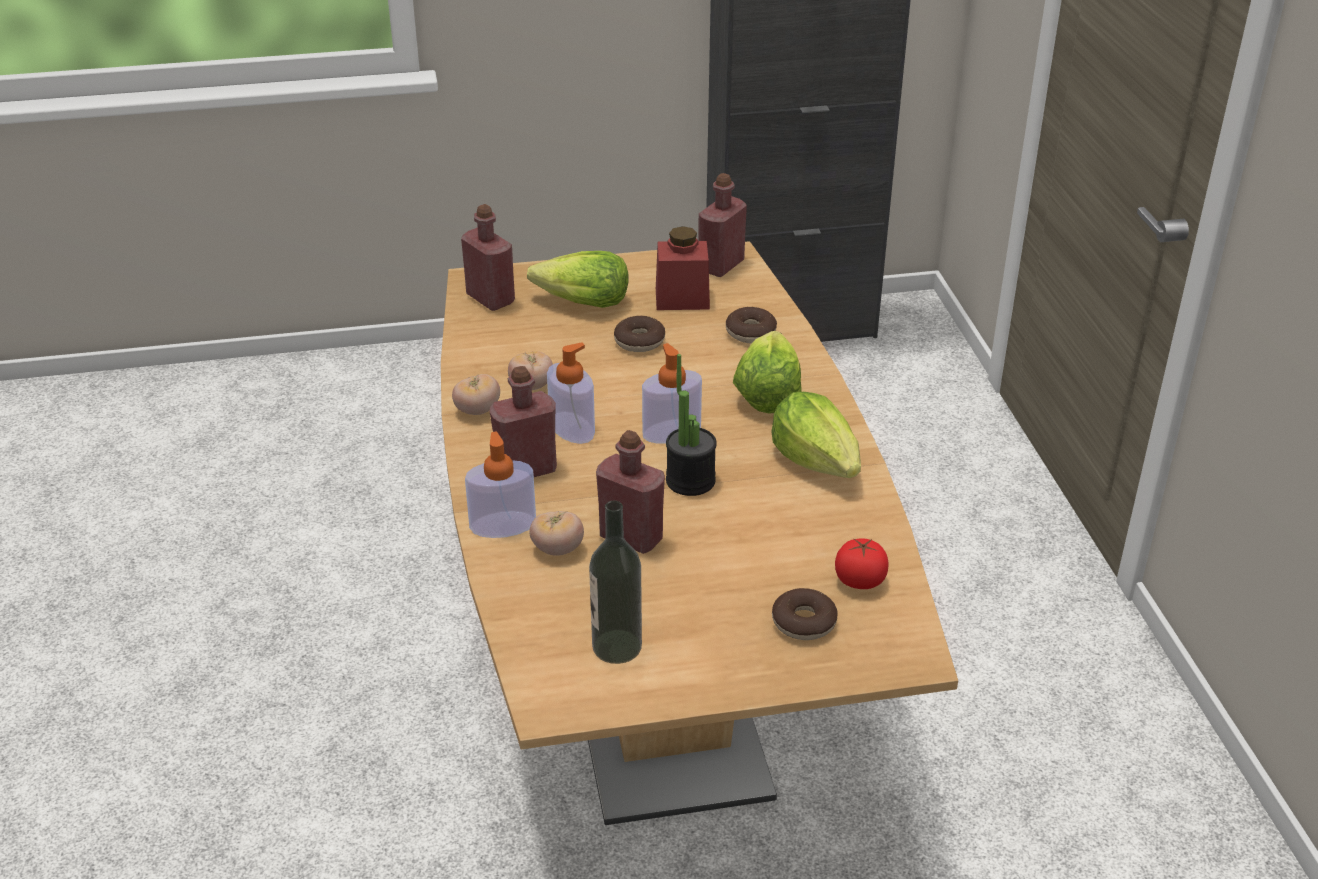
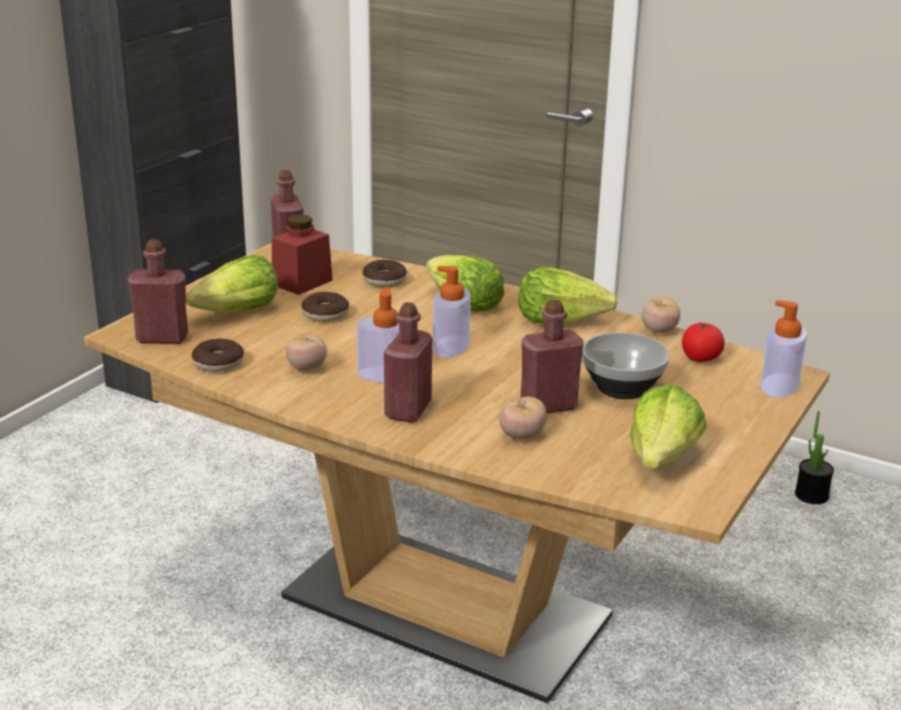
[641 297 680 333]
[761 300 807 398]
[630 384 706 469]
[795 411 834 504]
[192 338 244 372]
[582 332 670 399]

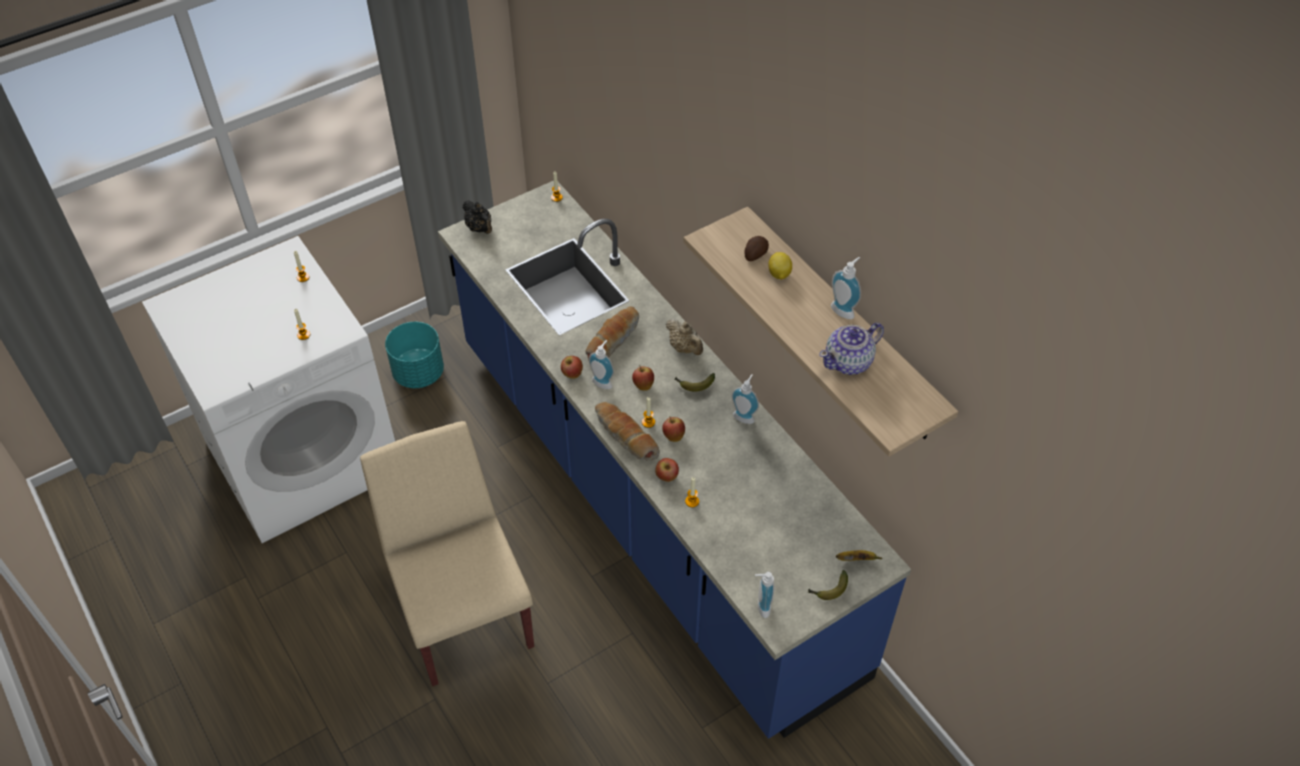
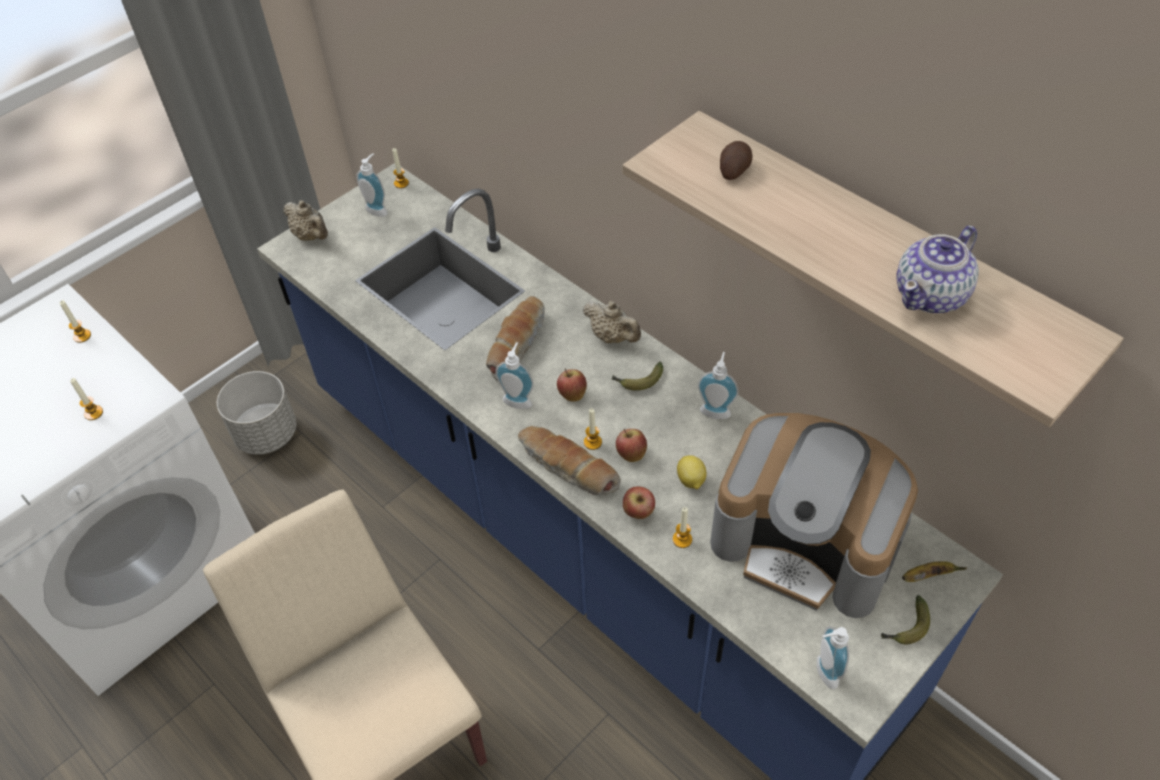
[217 371 296 455]
[283 200 328 241]
[561 356 583 379] (first image)
[677 455 706 489]
[357 153 388 217]
[710 413 918 618]

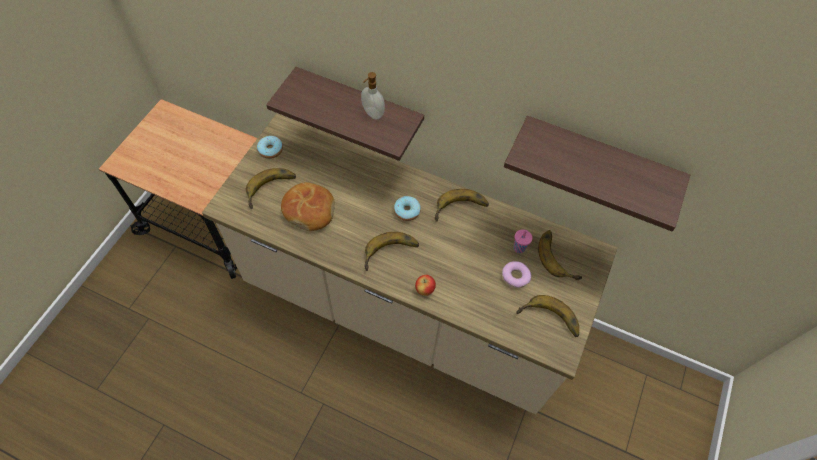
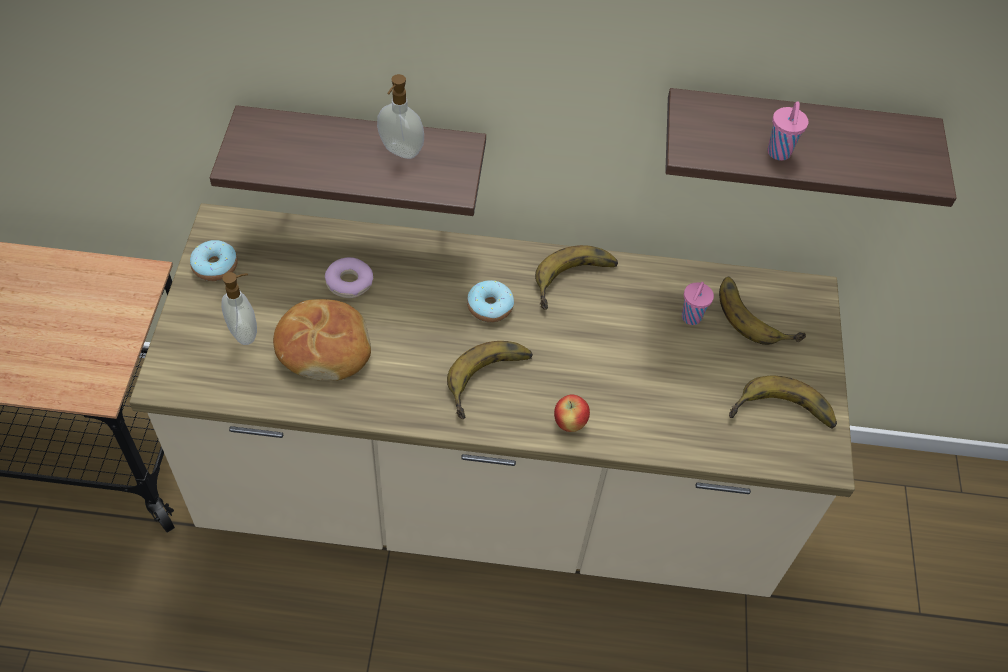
[221 272 257 345]
[325 257 373 298]
[767 101 809 160]

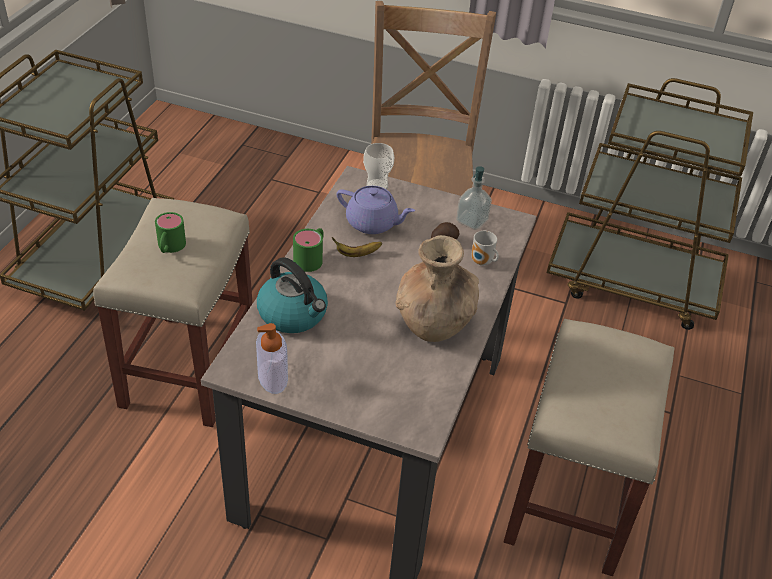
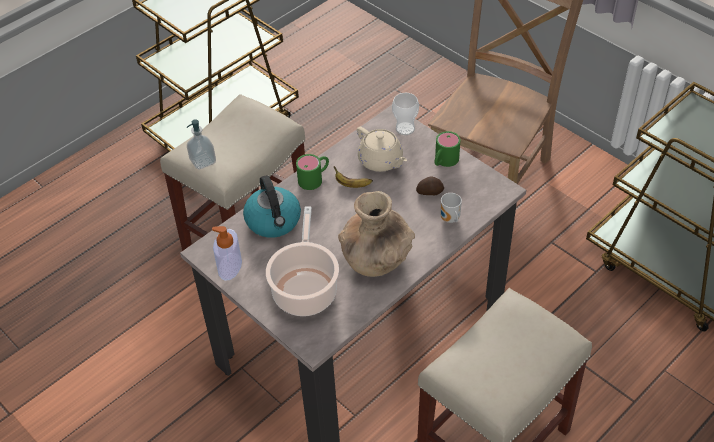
[434 131 460 167]
[357 127 407 172]
[187 119 216 170]
[266 207 339 316]

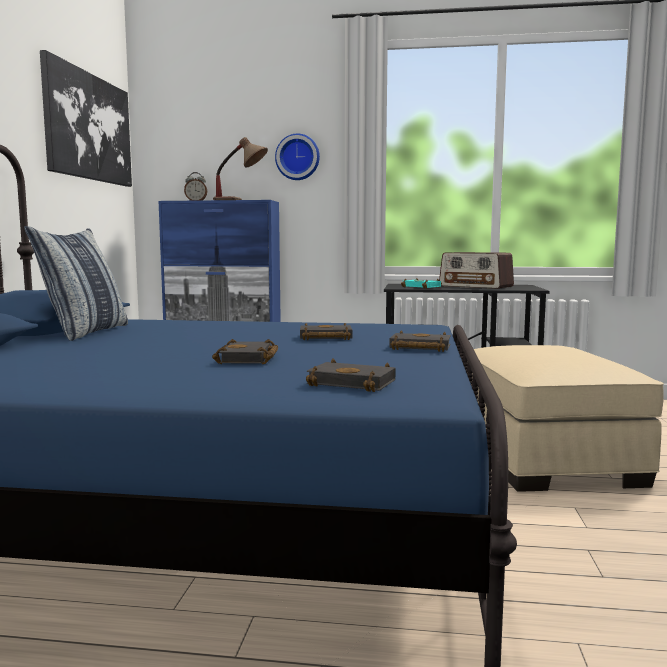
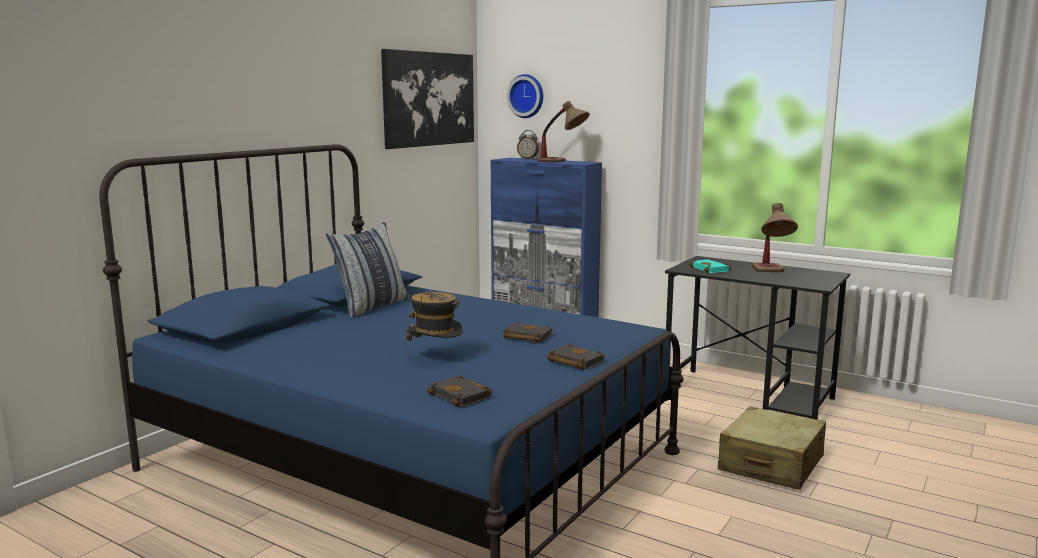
[405 292 463 358]
[507 74 543 118]
[752 203 798 272]
[718 406 826 490]

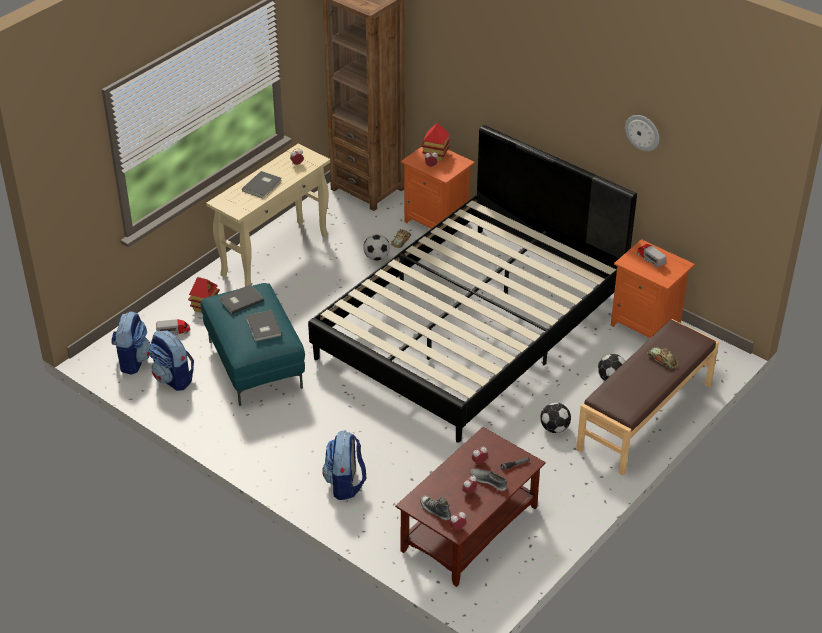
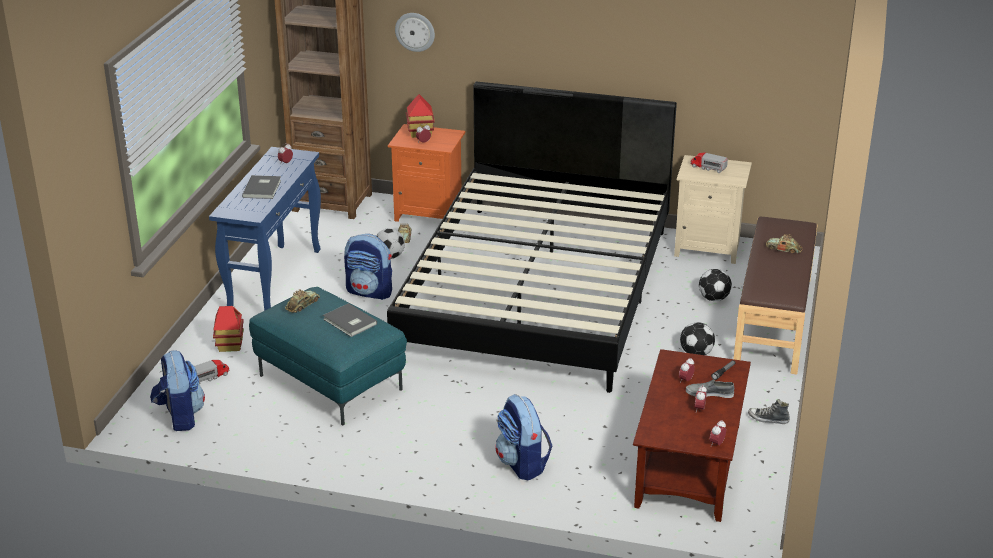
[344 234 392 300]
[209 147 321 311]
[285 289 320 313]
[748 399 790 424]
[674 155 752 264]
[395 13 435 52]

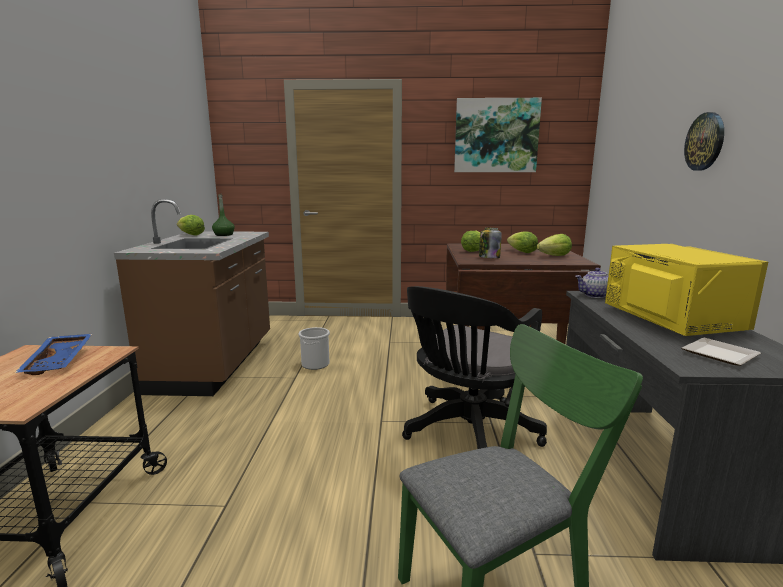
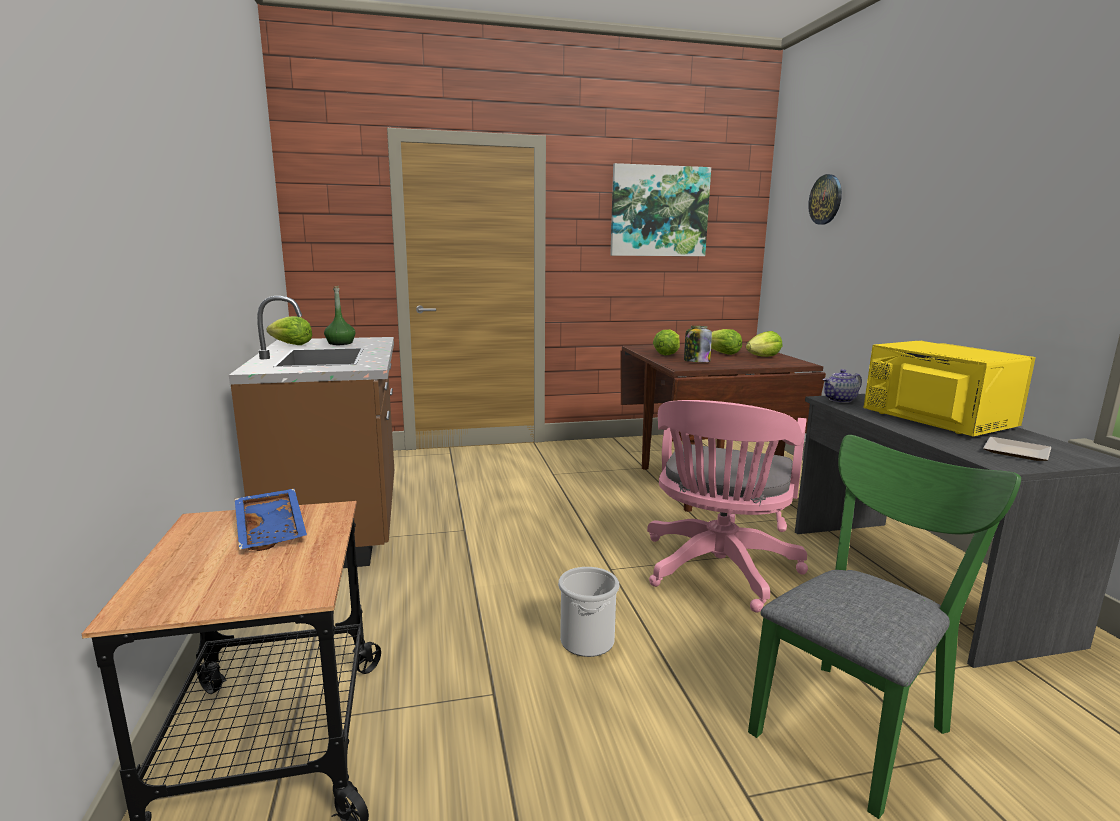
[558 567 619 657]
[647 400 808 613]
[808 174 842 225]

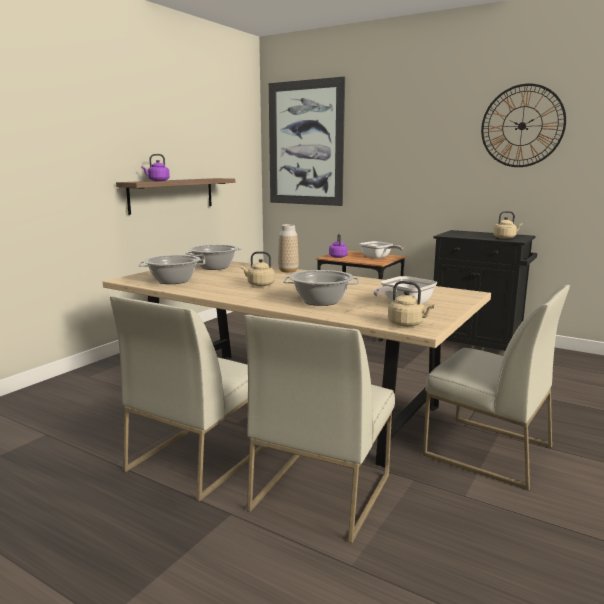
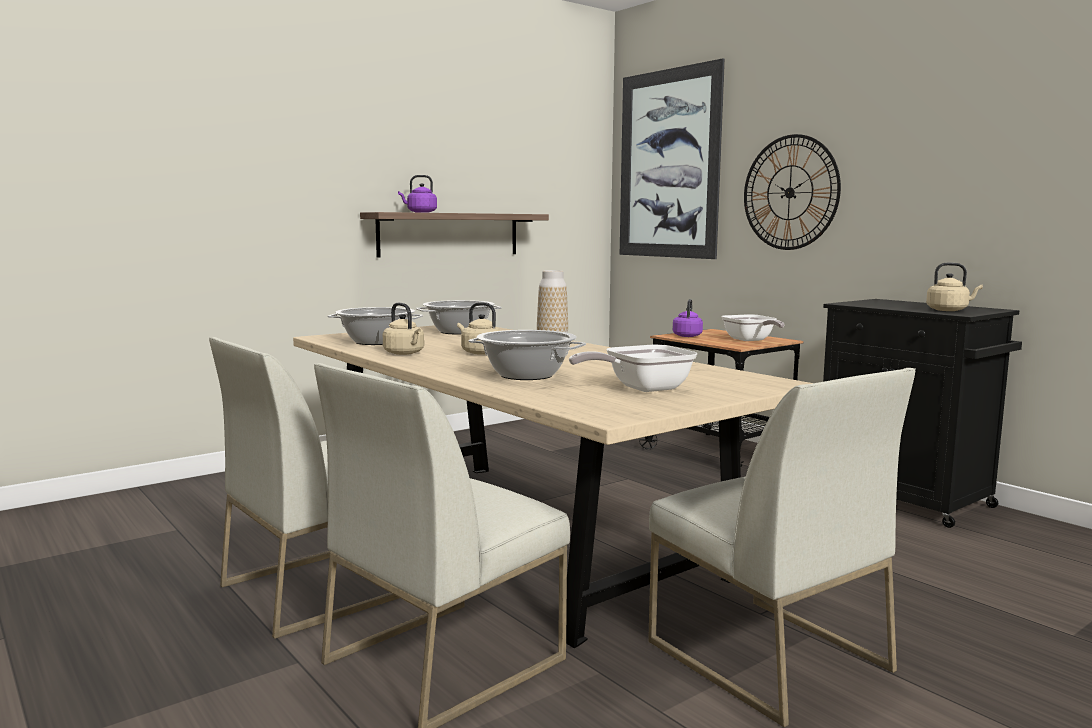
[383 303 424 355]
[744 134 841 250]

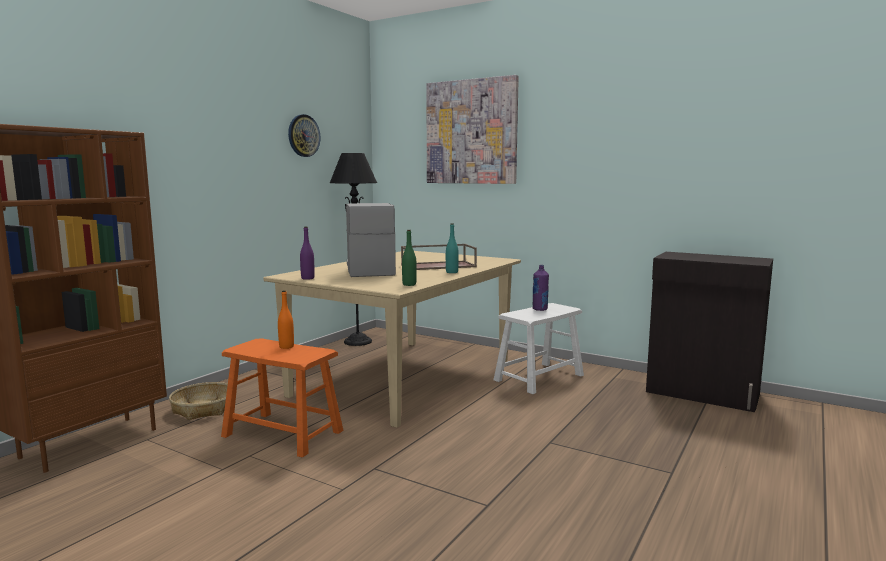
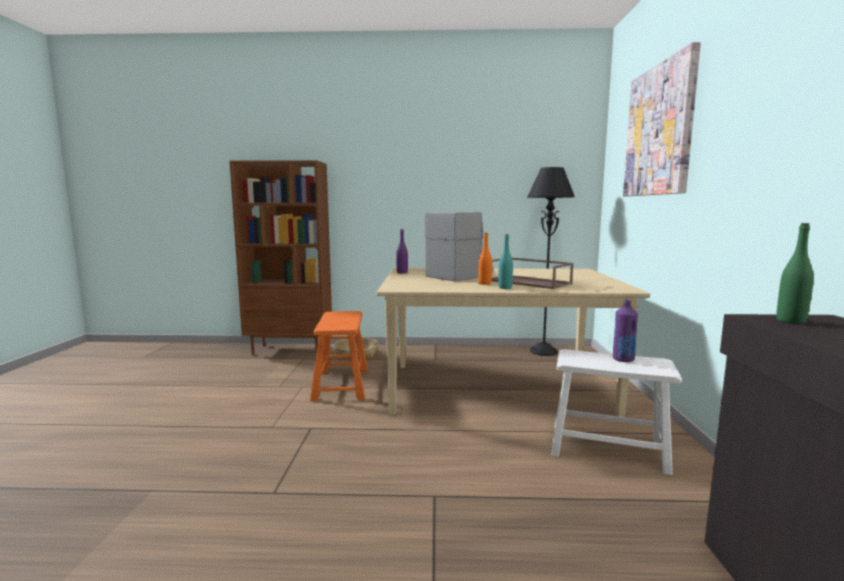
[478 233 492 285]
[288 114 320 157] (first image)
[777 223 814 324]

